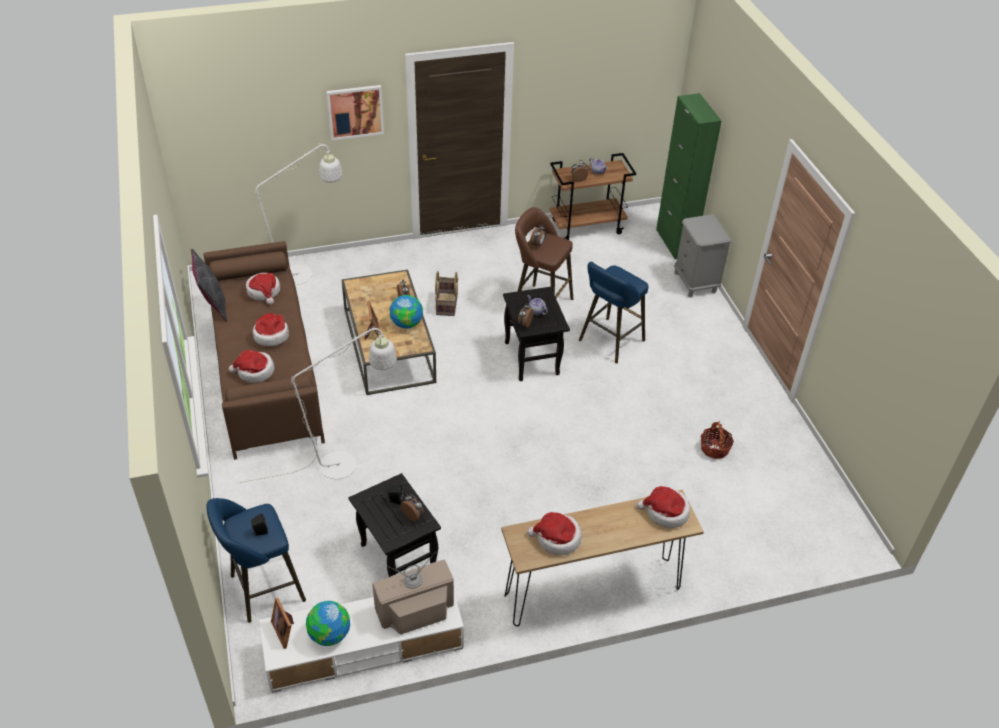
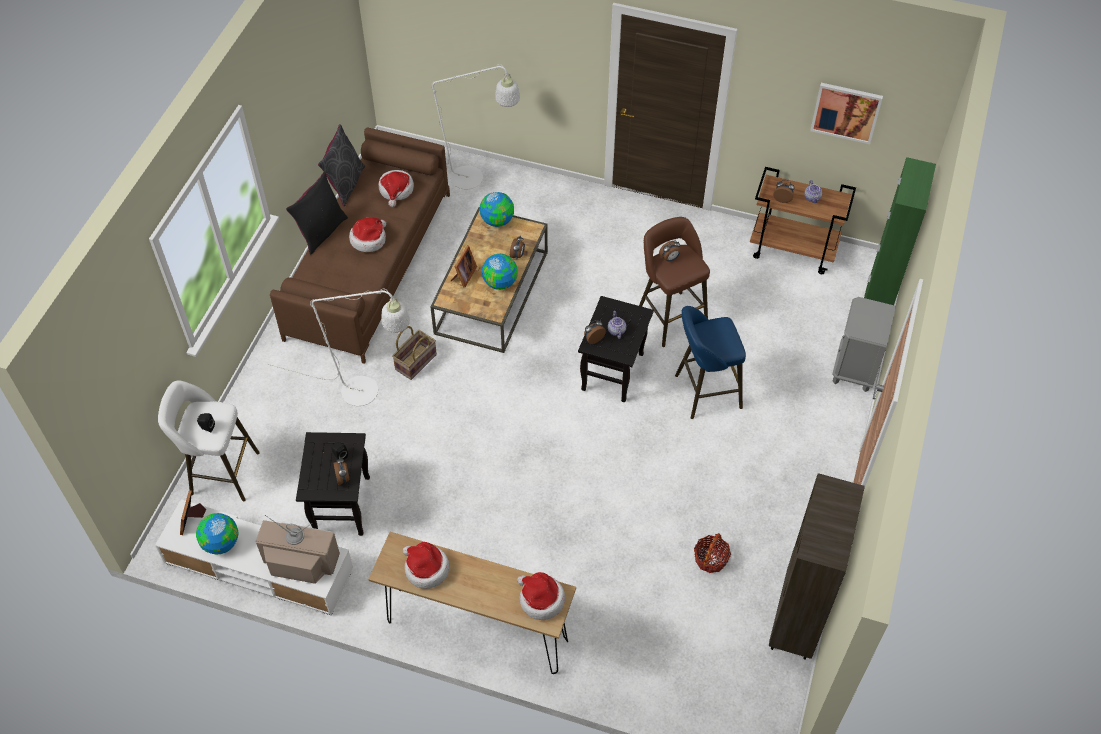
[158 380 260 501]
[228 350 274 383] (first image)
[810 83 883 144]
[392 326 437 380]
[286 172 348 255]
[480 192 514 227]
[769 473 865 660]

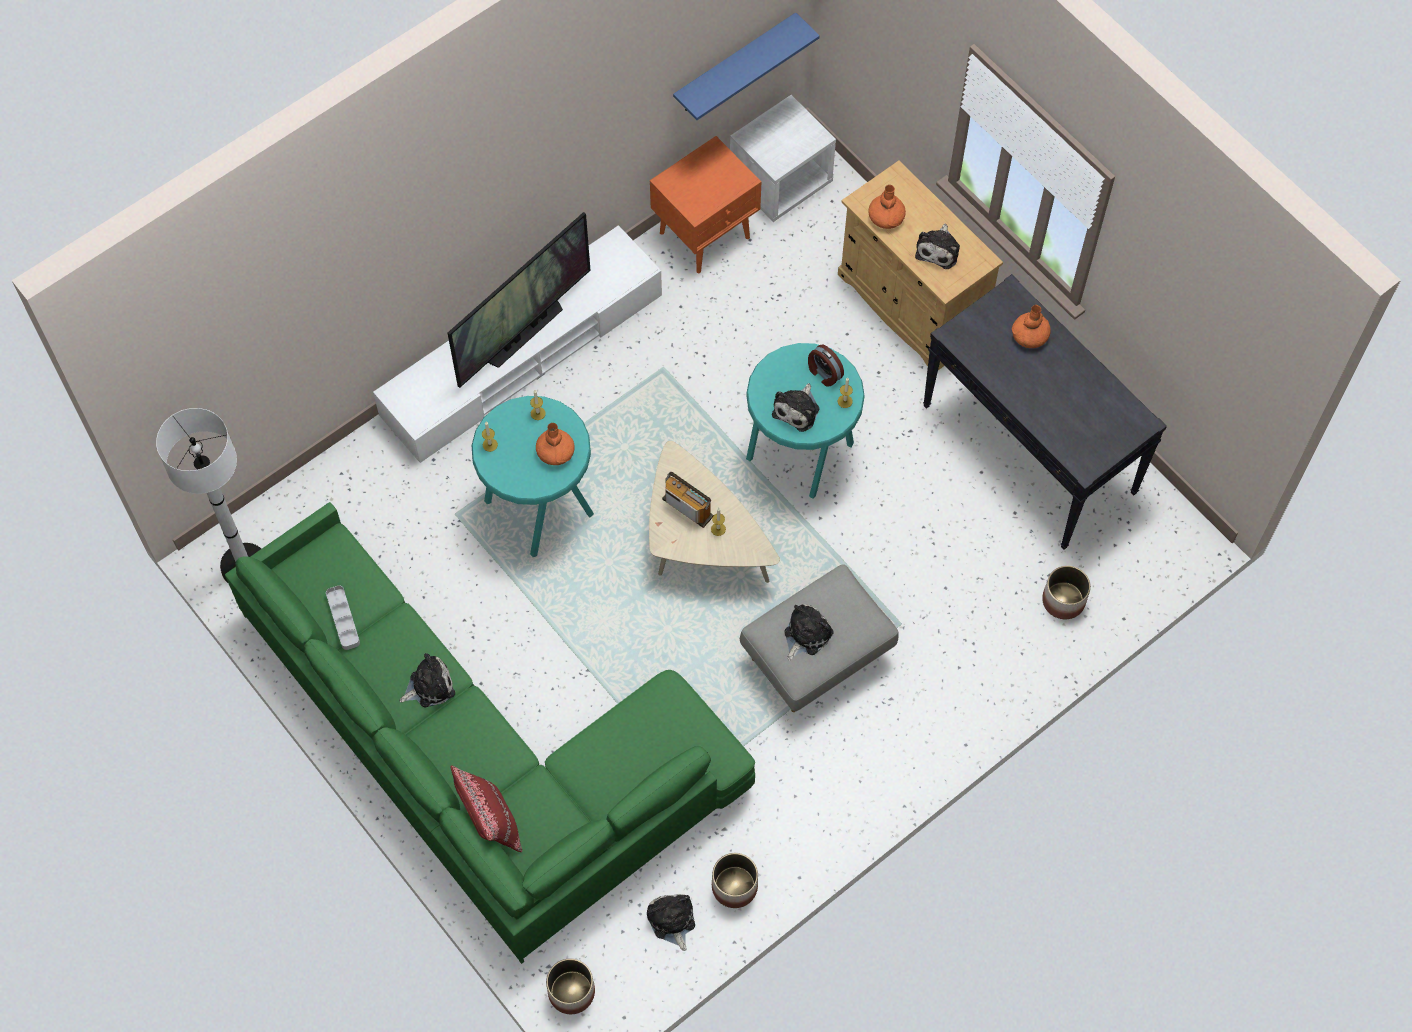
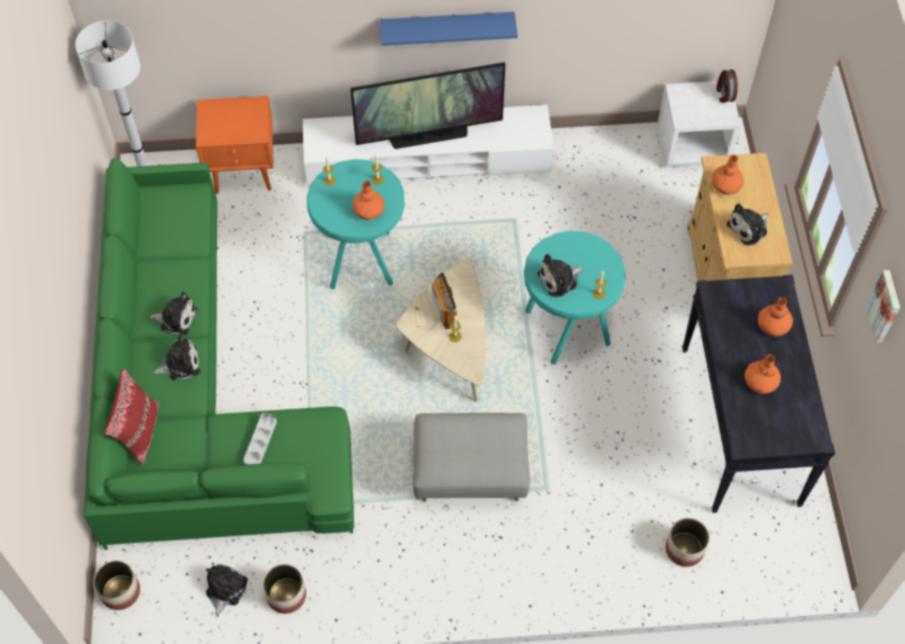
[243 413 277 465]
[196 96 273 194]
[380 12 518 46]
[154 335 200 380]
[716 69 738 103]
[744 354 781 394]
[866 270 900 343]

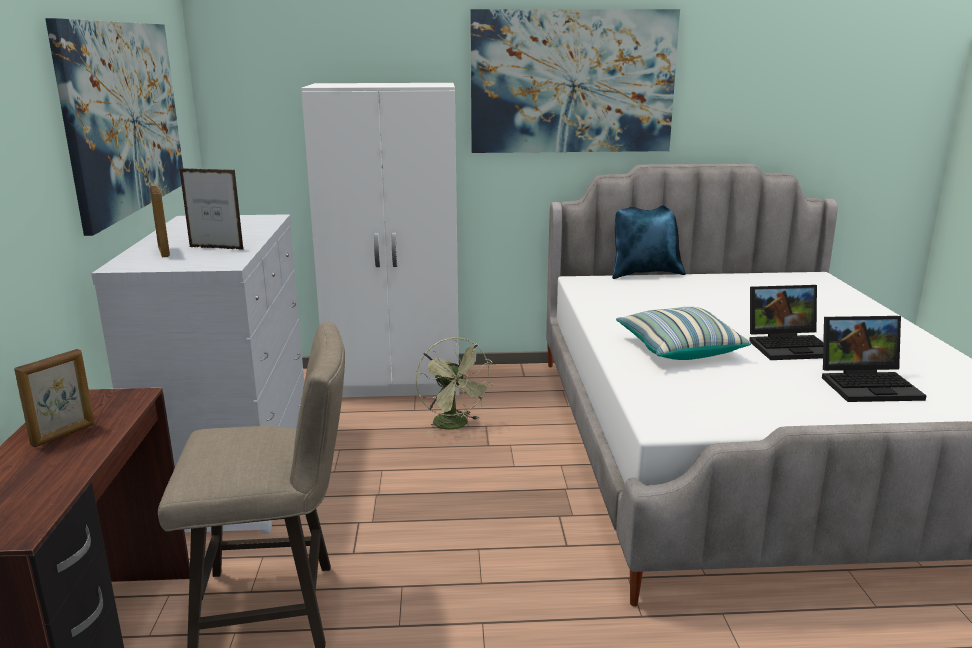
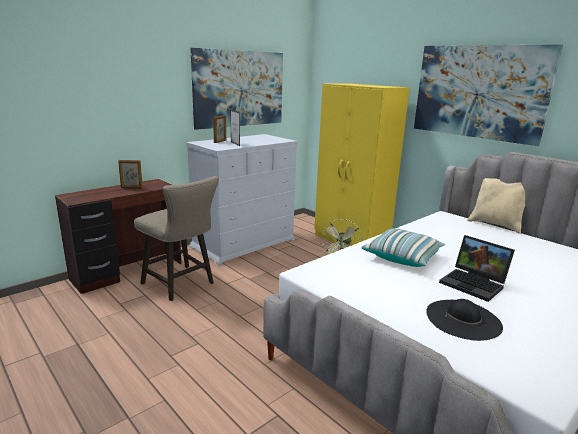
[314 84 410 246]
[467 178 525 234]
[426 299 503 341]

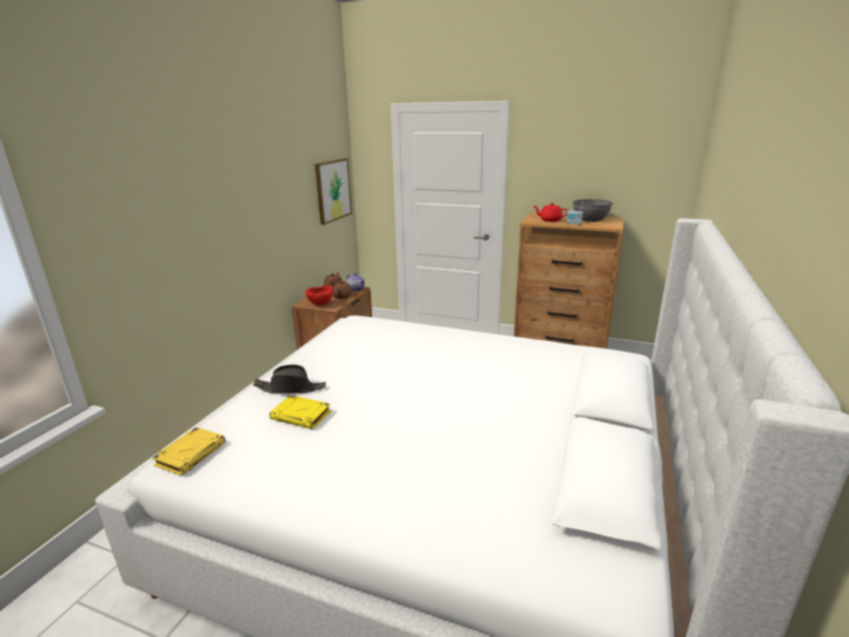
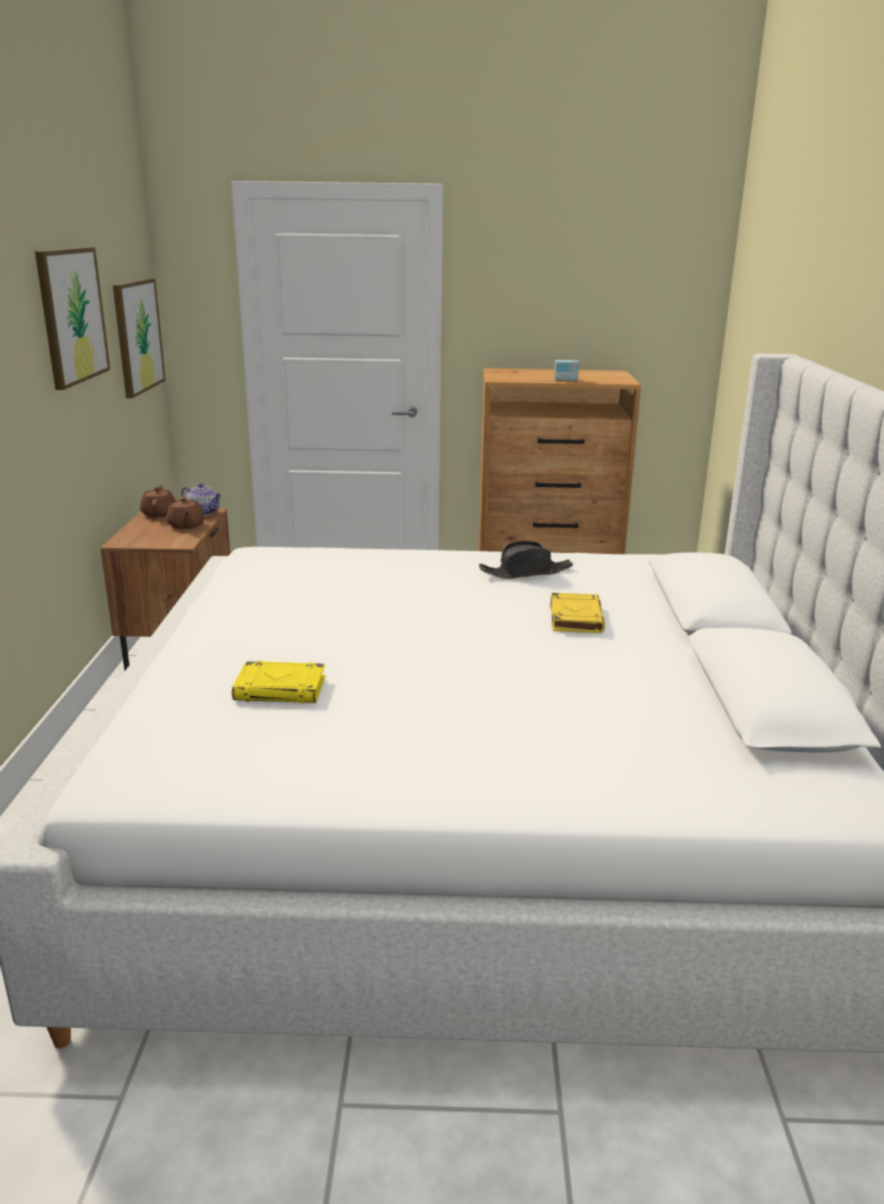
[550 593 605 633]
[479 541 573 579]
[305 285 333 306] (first image)
[534 203 569 222] (first image)
[573 199 613 222] (first image)
[35 247 110 390]

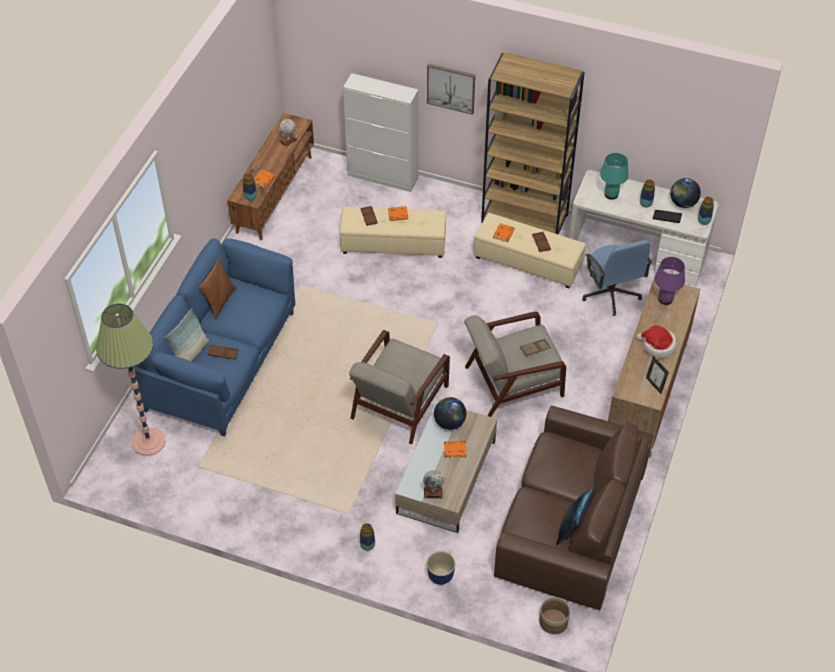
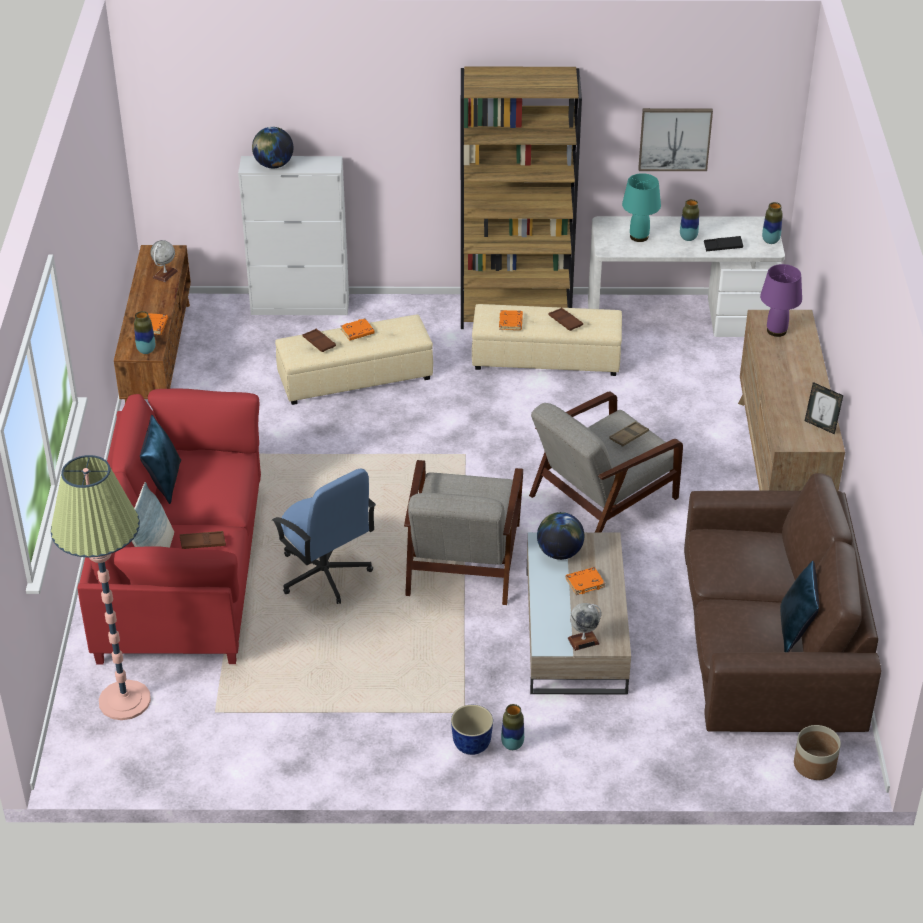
[77 388 261 665]
[140 415 181 504]
[638 108 713 171]
[451 705 493 755]
[272 468 376 604]
[636 325 677 359] (first image)
[252 127 293 168]

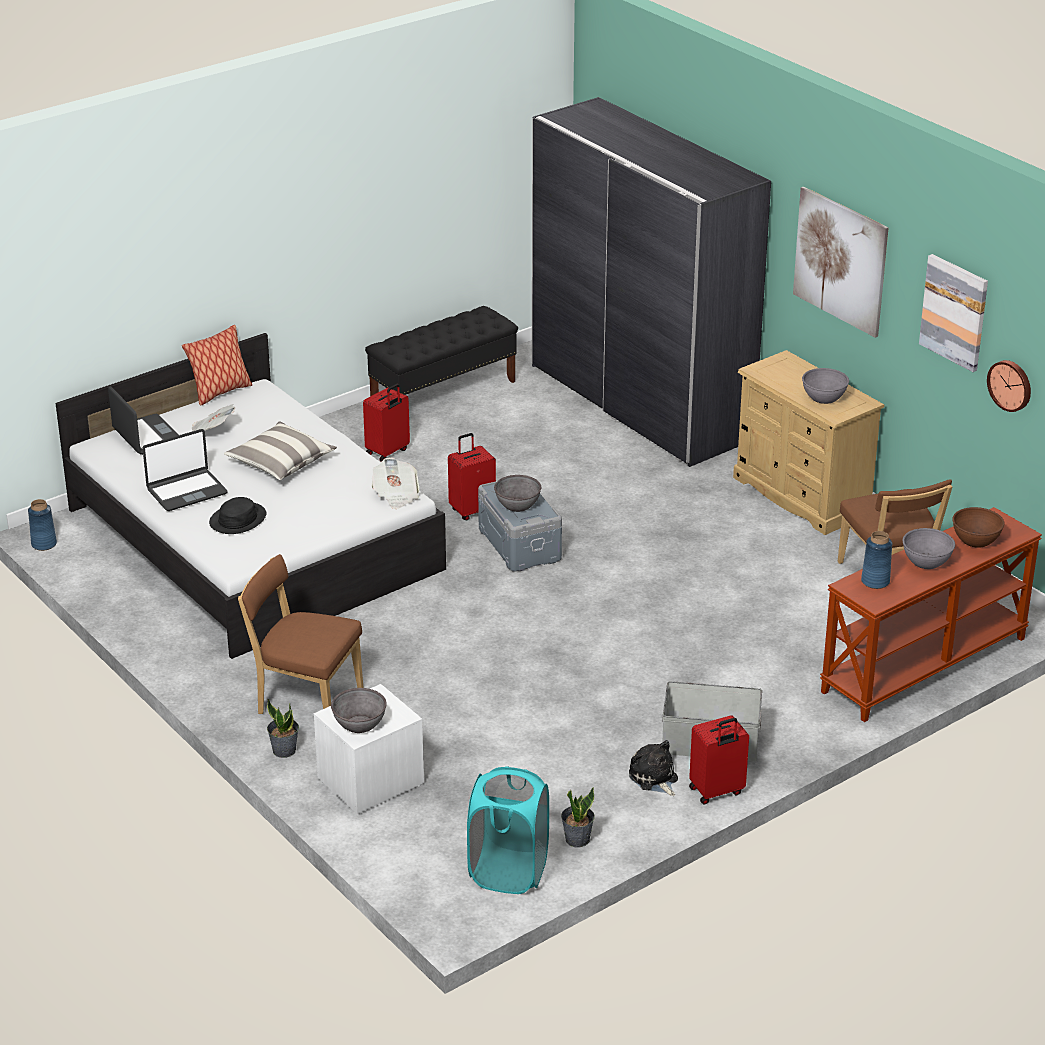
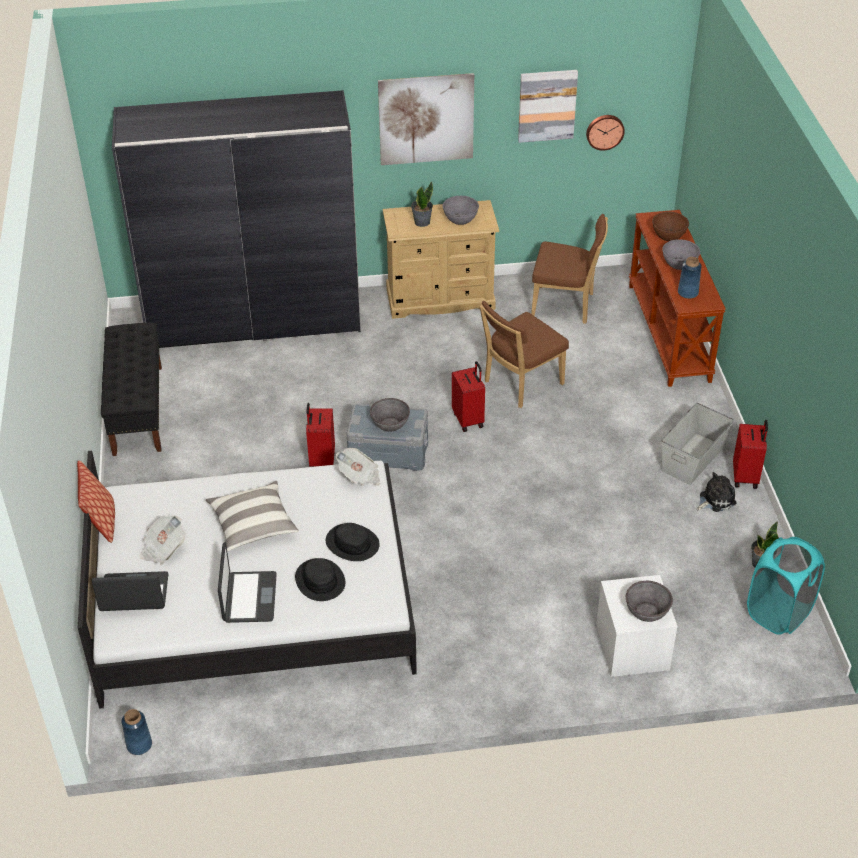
[480 301 569 408]
[411 182 433 227]
[452 361 485 432]
[697 472 736 512]
[326 523 380 561]

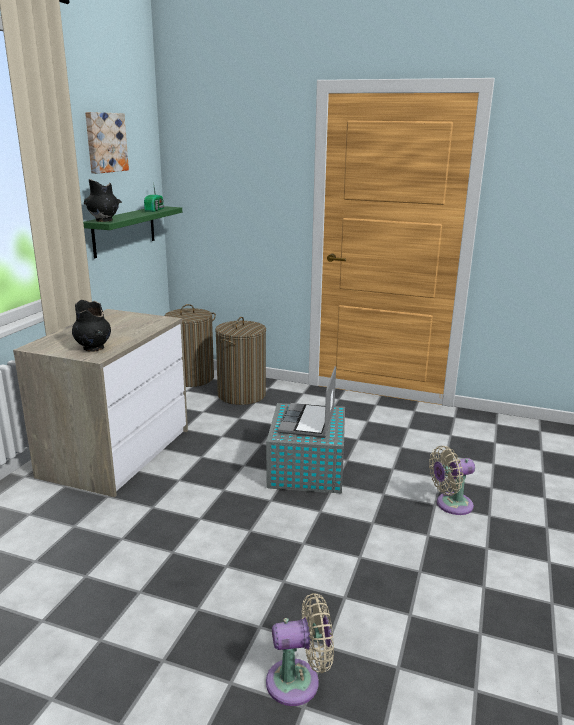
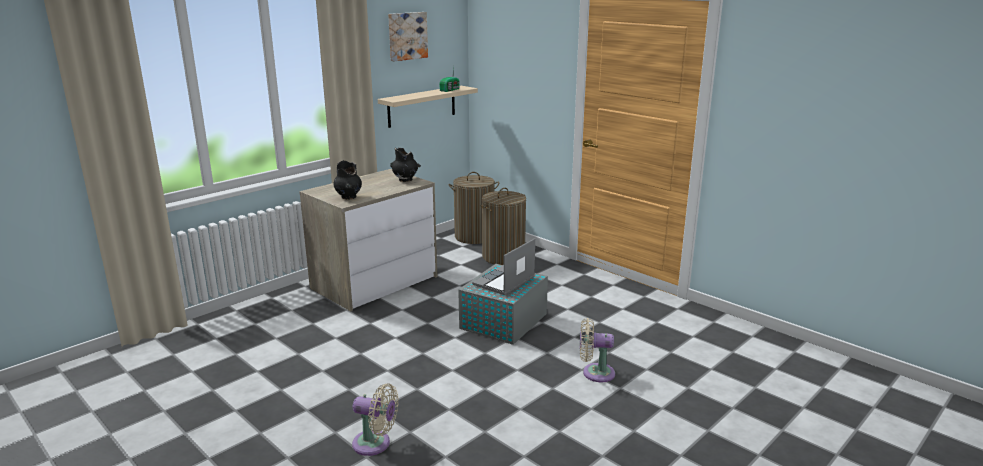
[378 86 478 128]
[390 147 421 182]

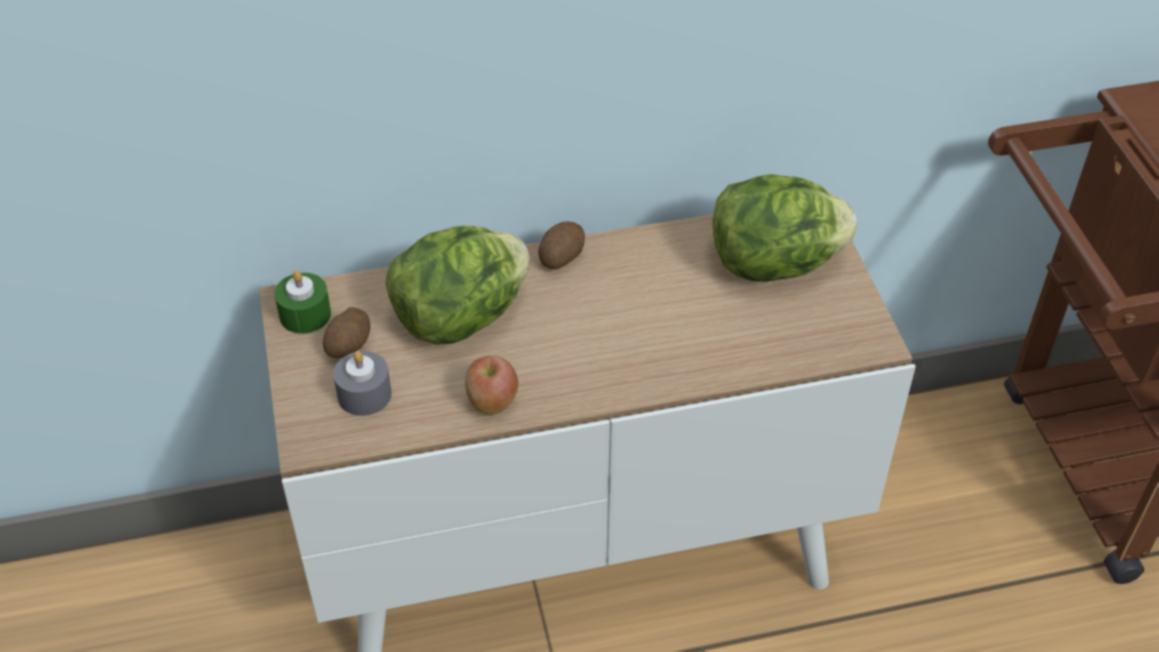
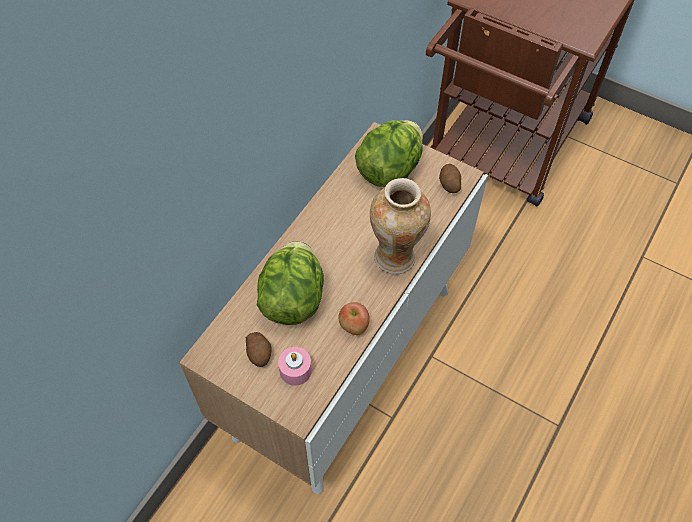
[274 270 331 334] (first image)
[278 347 312 386]
[439 164 461 193]
[370 178 431 274]

